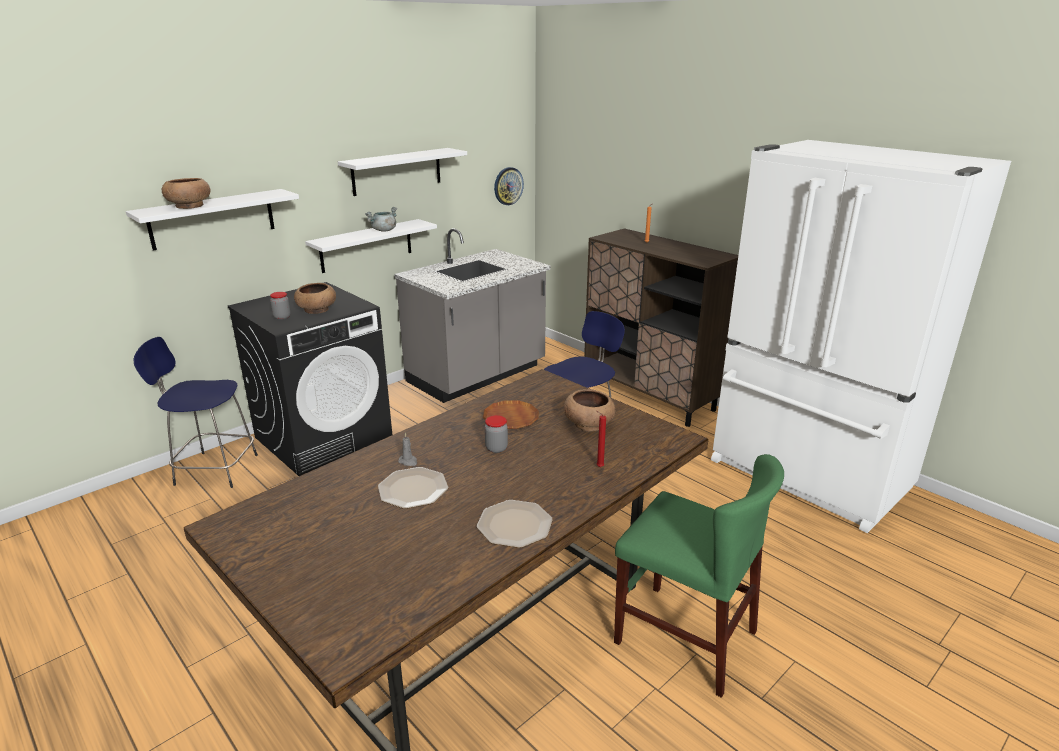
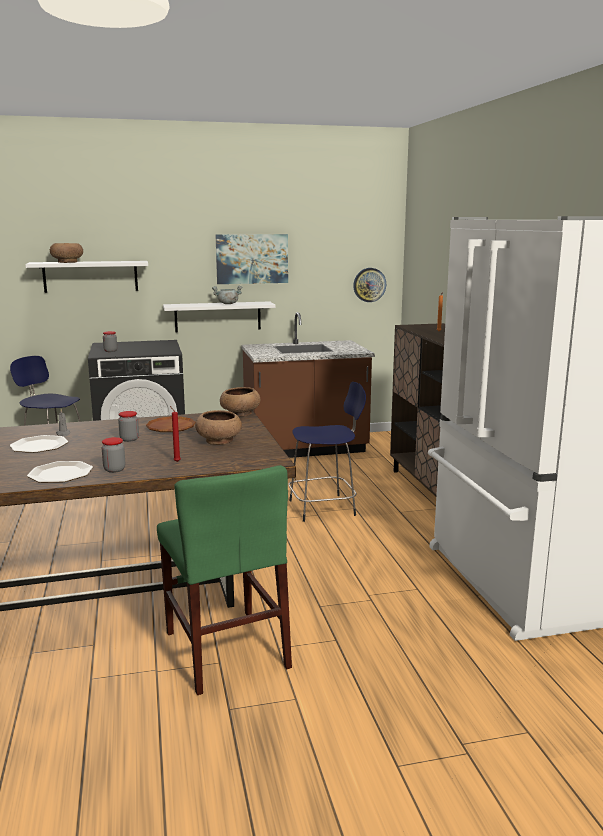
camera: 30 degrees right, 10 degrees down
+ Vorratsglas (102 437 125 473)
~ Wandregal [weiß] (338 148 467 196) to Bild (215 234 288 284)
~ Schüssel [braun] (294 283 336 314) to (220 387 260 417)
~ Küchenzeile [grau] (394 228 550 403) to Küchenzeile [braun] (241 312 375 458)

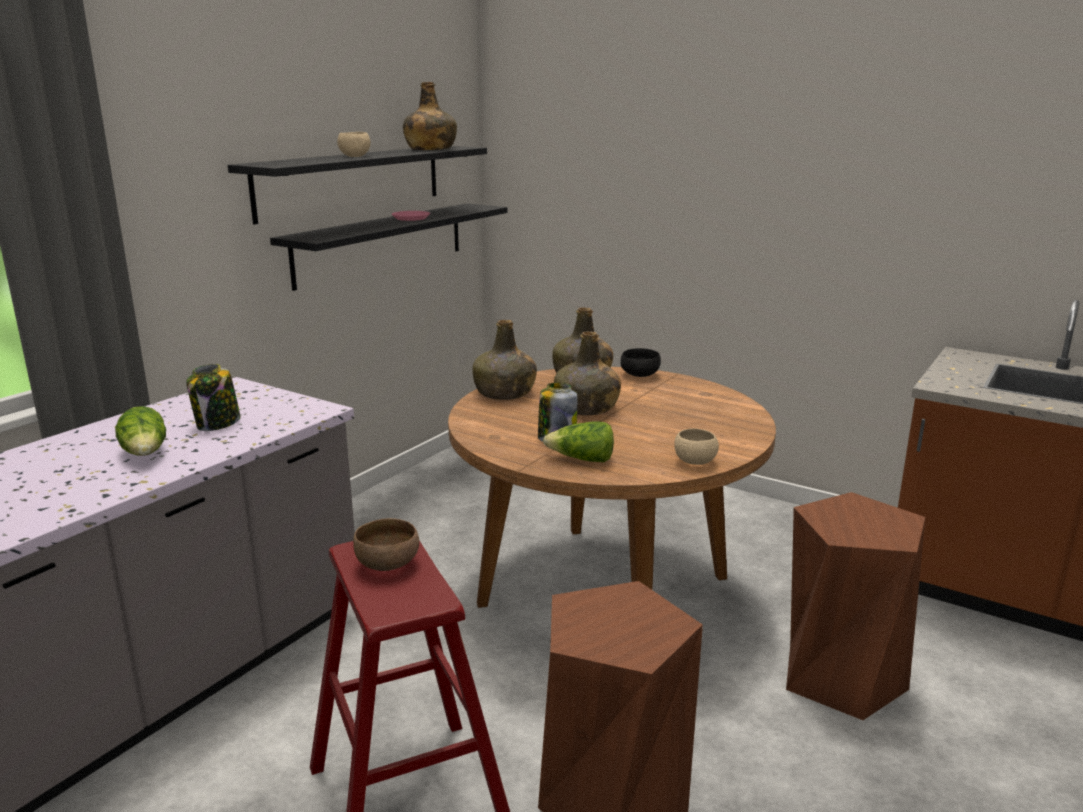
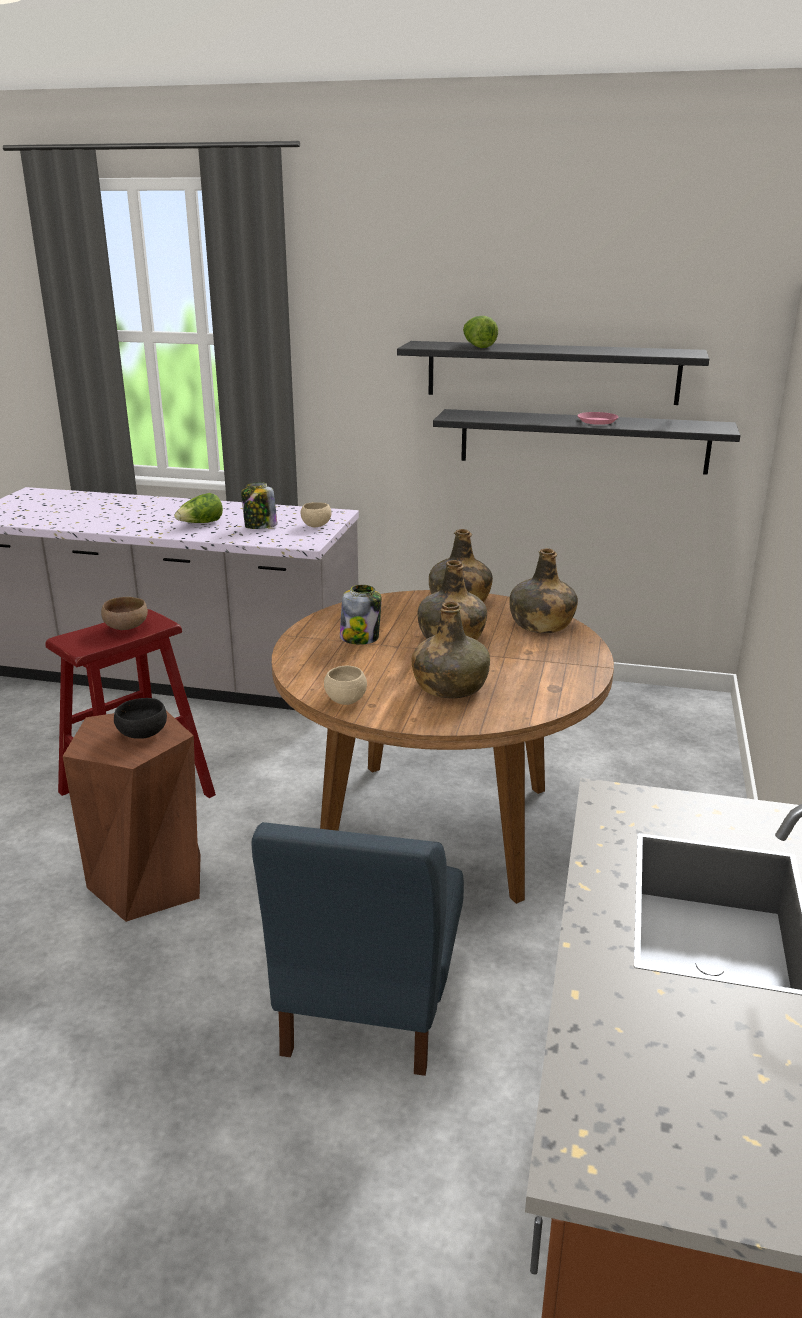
camera: 70 degrees right, 5 degrees up
~ Schüssel [schwarz] (620 348 661 377) to (114 698 167 739)
~ Hocker [braun] (786 492 925 720) to Stuhl [blau] (252 822 464 1076)
~ Schüssel [beige] (337 132 371 157) to (300 502 332 527)
~ Flasche [grün] (403 82 457 150) to (412 601 490 699)
~ Salatkopf (543 422 614 462) to (463 316 498 348)

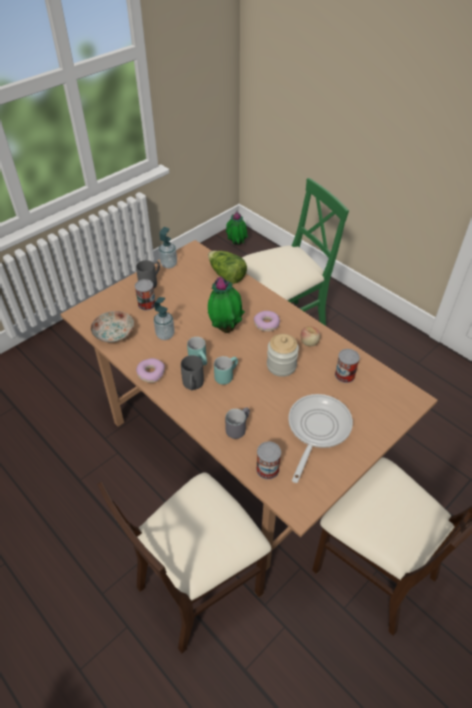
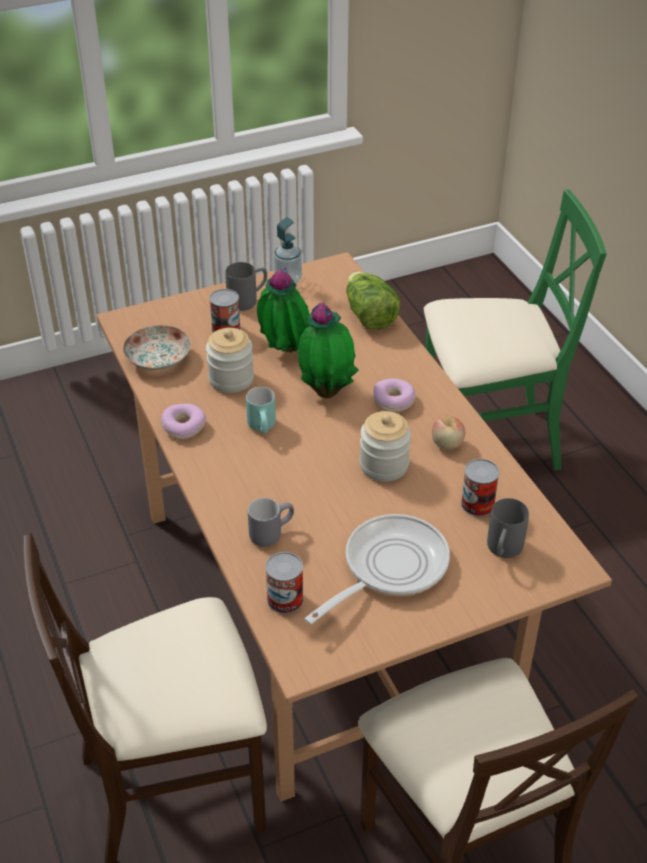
camera: 20 degrees right, 5 degrees down
~ Seifenspender (154 297 175 340) to Vorratsglas (206 328 254 393)
~ Topfpflanze (225 211 248 245) to (257 266 310 353)
~ Henkelbecher [grau] (181 355 204 390) to (487 498 529 558)
- Henkelbecher [türkis] (214 356 238 385)

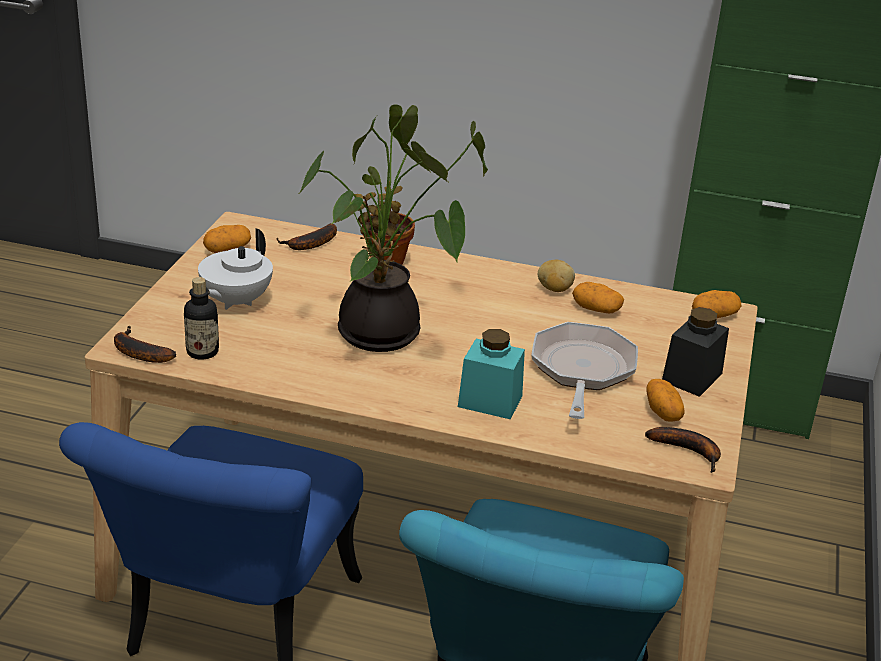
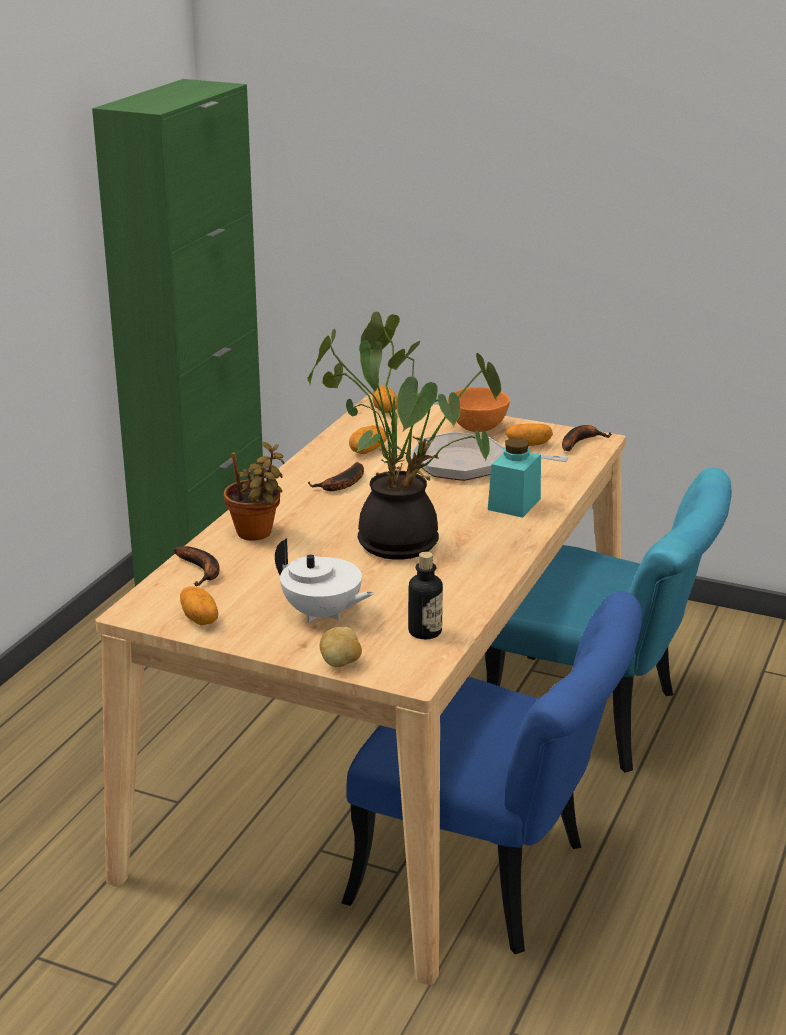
camera: 80 degrees left, 5 degrees down
~ Banane (114 326 176 363) to (308 462 364 491)
~ Kartoffel (538 260 575 292) to (320 627 362 667)
~ Vorratsglas [schwarz] (662 307 729 397) to Schüssel [orange] (448 387 510 432)

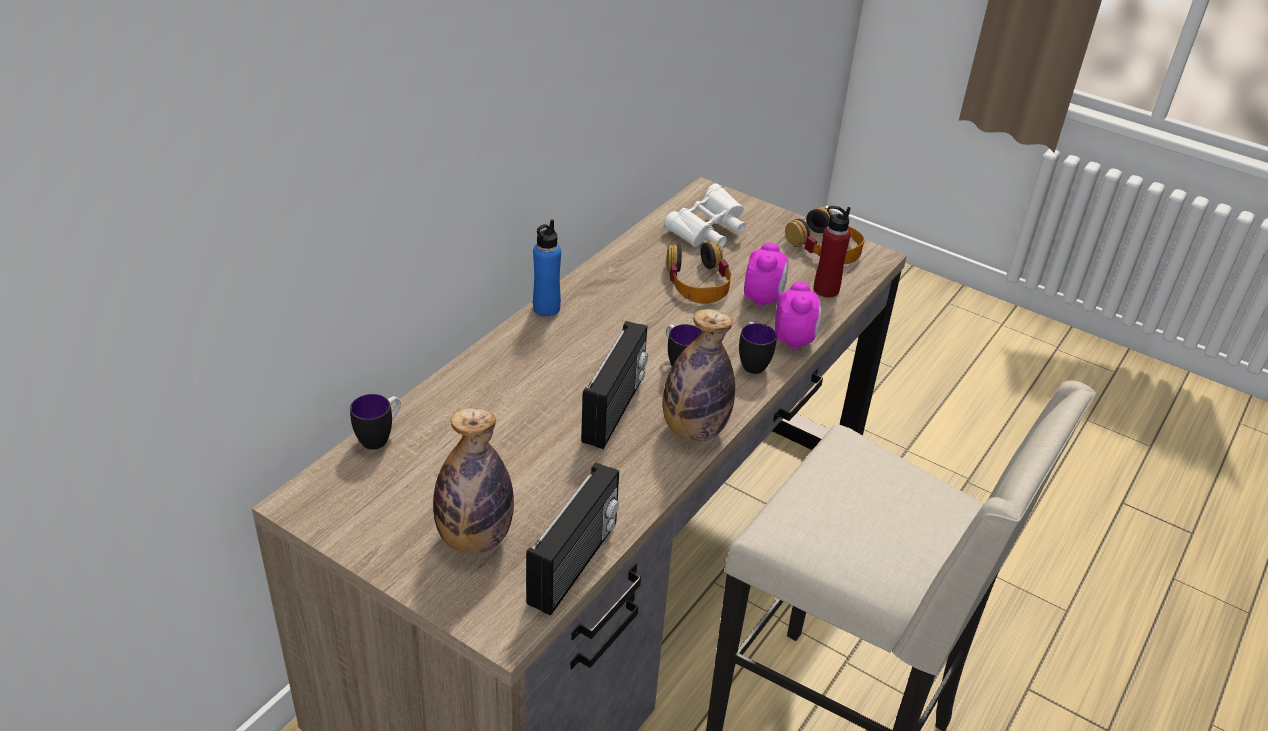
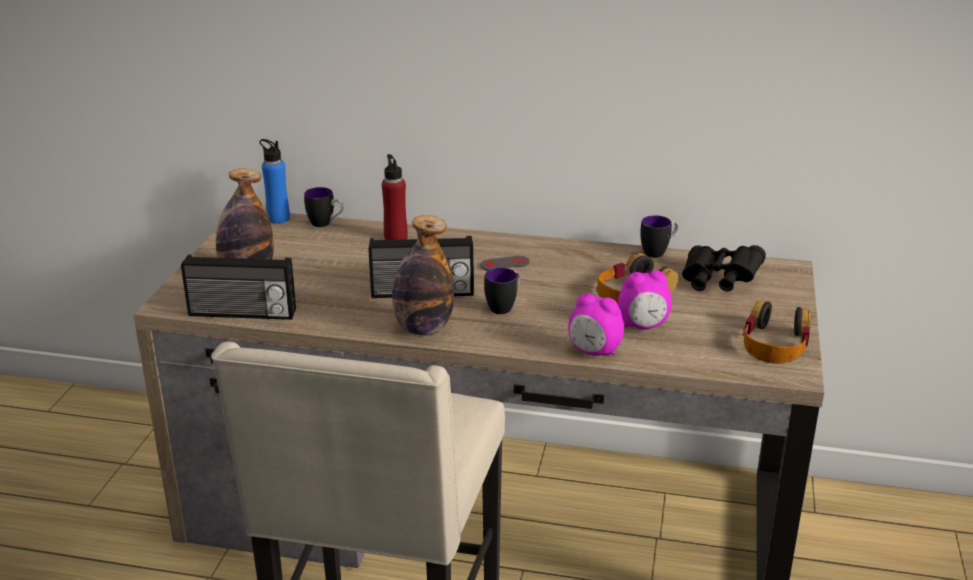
camera: 70 degrees right, 10 degrees down
~ Flasche [blau] (533 220 561 317) to (259 139 290 224)
~ Flasche [rot] (814 206 850 297) to (382 154 408 240)
+ Gamepad [grau] (480 256 530 271)
~ Wecker (775 282 821 351) = (568 293 624 356) 45 degrees clockwise
~ Henkelbecher (739 322 777 374) to (640 215 678 258)
~ Fernglas [weiß] (664 184 746 248) to Fernglas [schwarz] (682 245 766 292)

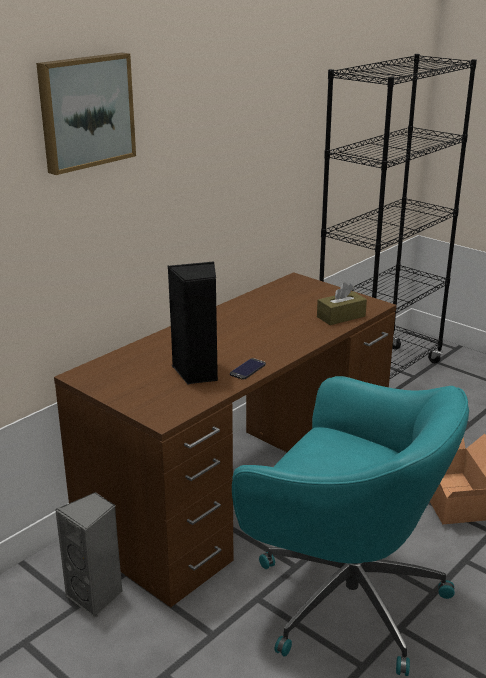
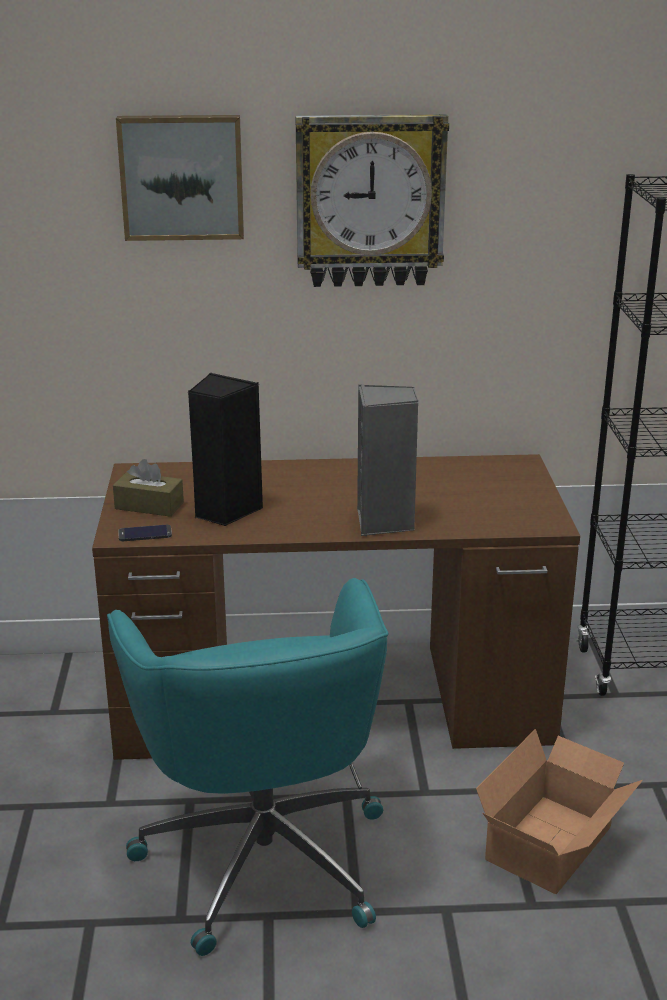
camera: 45 degrees right, 0 degrees up
~ Taschentuchbox [braun] (317 282 367 325) to (113 459 184 517)
~ Handy (230 358 266 380) to (118 525 172 541)
+ Wanduhr (296 114 449 287)
~ Lautsprecher [grau] (55 492 123 618) to (357 384 419 536)

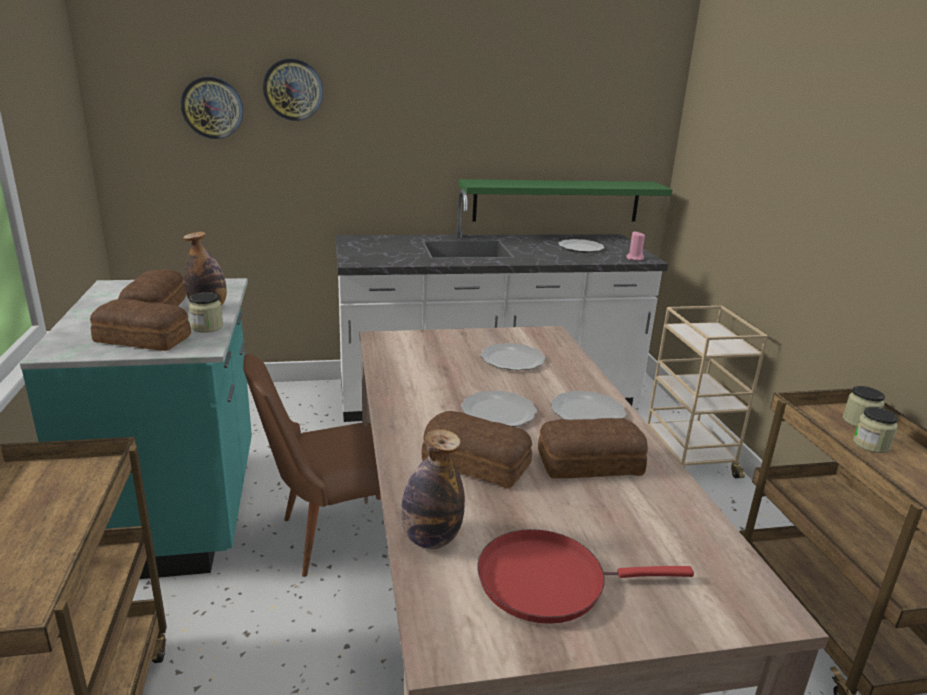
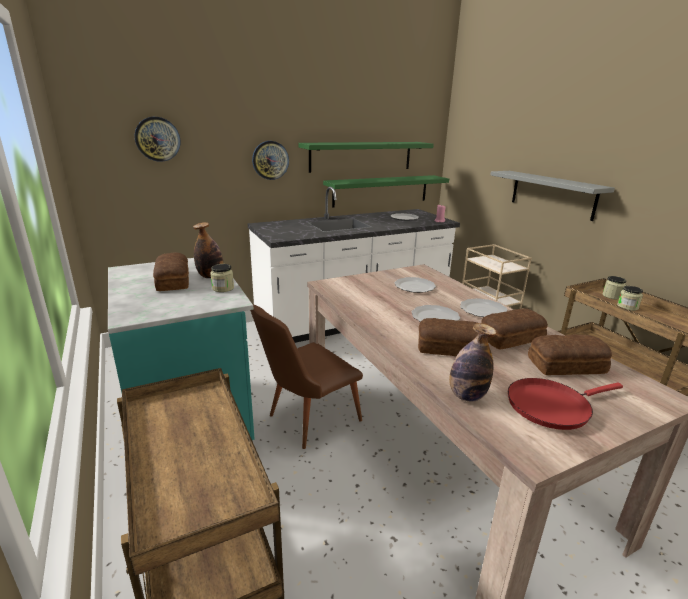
camera: 15 degrees left, 0 degrees up
~ Wanduhr (263 58 323 121) to (252 141 289 180)
+ Wandregal [grün] (299 142 434 173)
+ Wandregal [grau] (490 171 615 221)
~ Brot (90 299 191 351) to (528 335 612 375)

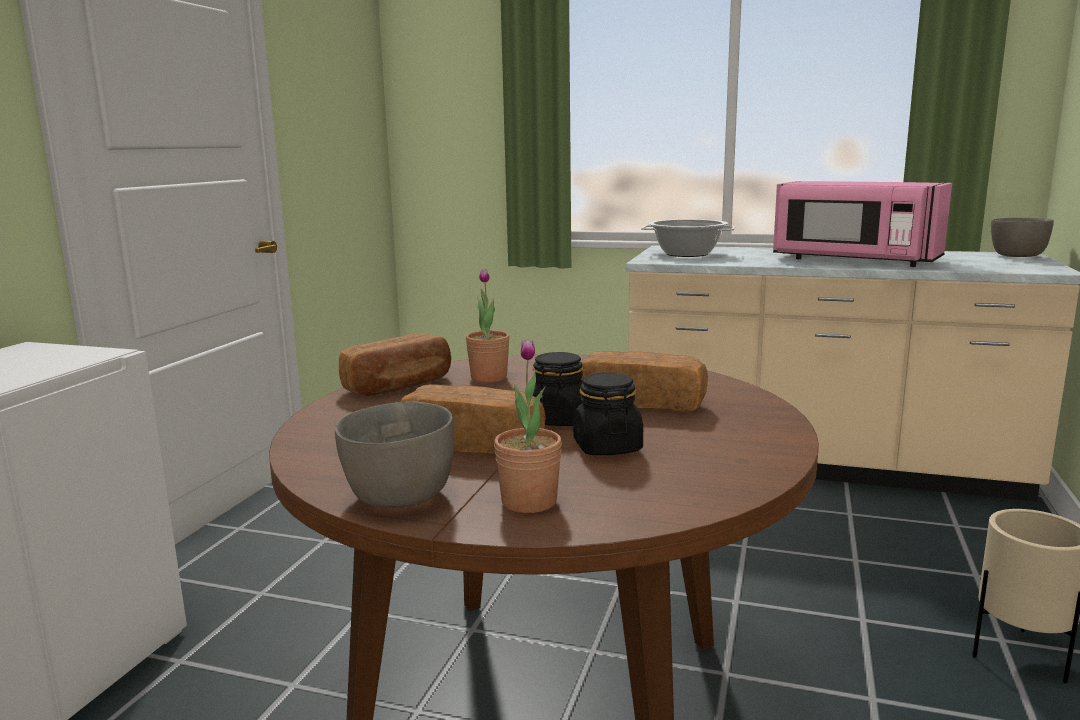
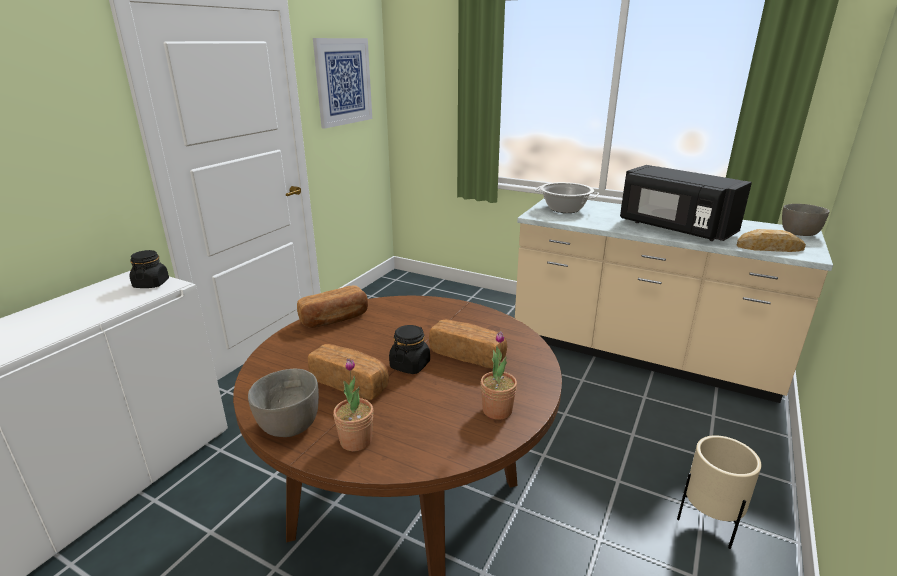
camera: 10 degrees right, 10 degrees up
~ Vorratsglas [schwarz] (573 373 643 455) to (130 250 169 288)
+ Bild (313 38 372 129)
~ Topfpflanze (466 269 510 382) to (480 331 517 420)
~ Mikrowelle [rosa] (773 181 952 267) to Mikrowelle [schwarz] (620 165 752 241)
+ Brot (736 229 806 252)

